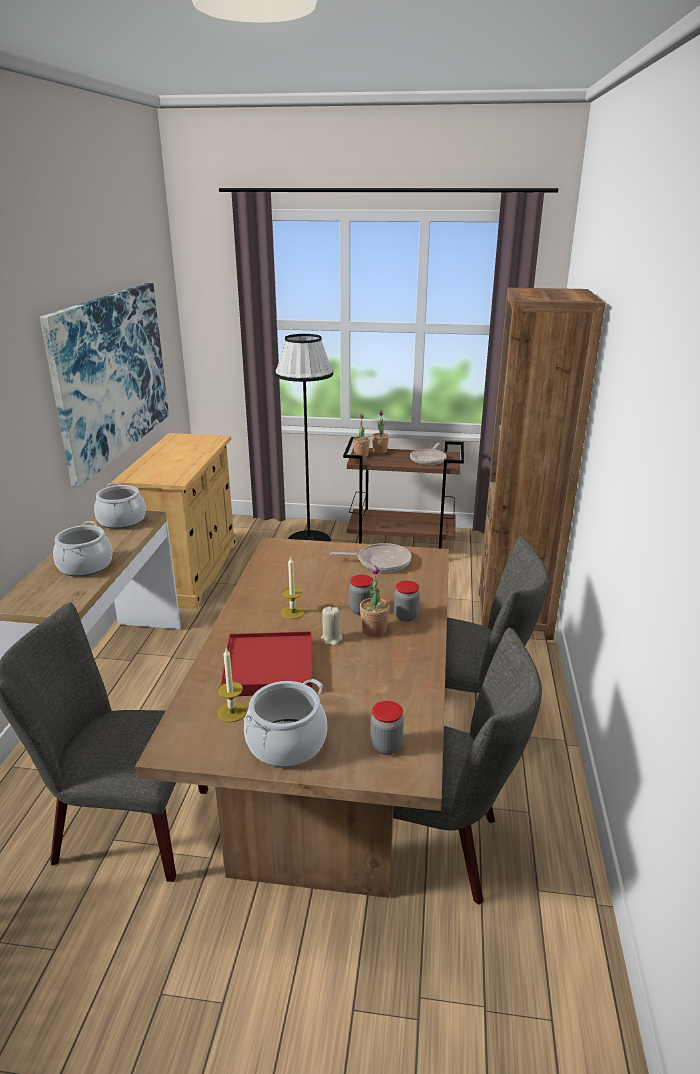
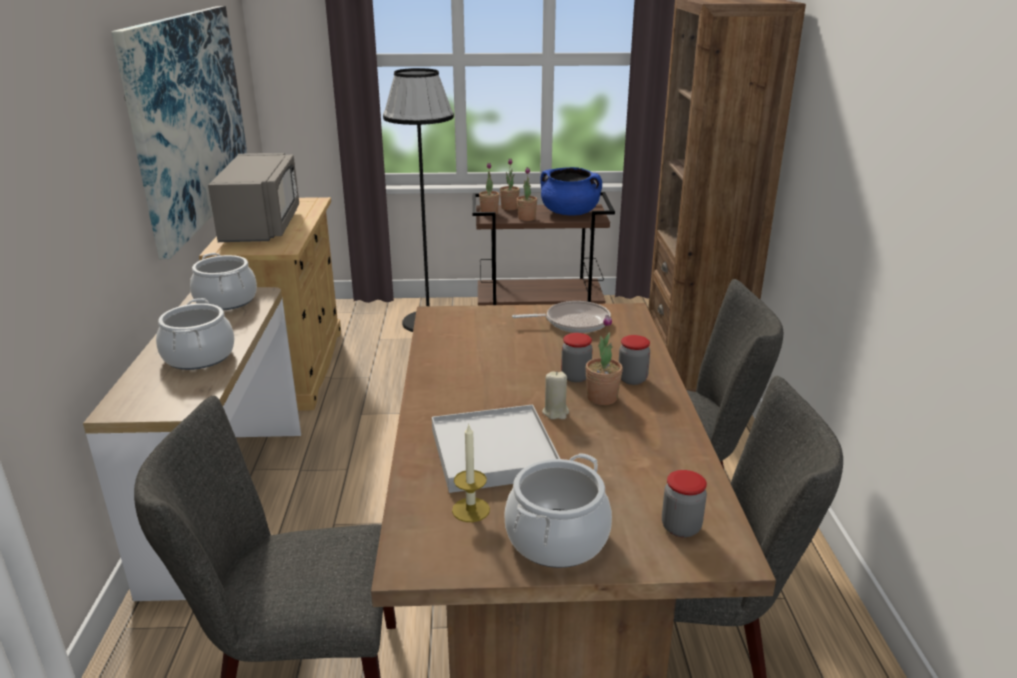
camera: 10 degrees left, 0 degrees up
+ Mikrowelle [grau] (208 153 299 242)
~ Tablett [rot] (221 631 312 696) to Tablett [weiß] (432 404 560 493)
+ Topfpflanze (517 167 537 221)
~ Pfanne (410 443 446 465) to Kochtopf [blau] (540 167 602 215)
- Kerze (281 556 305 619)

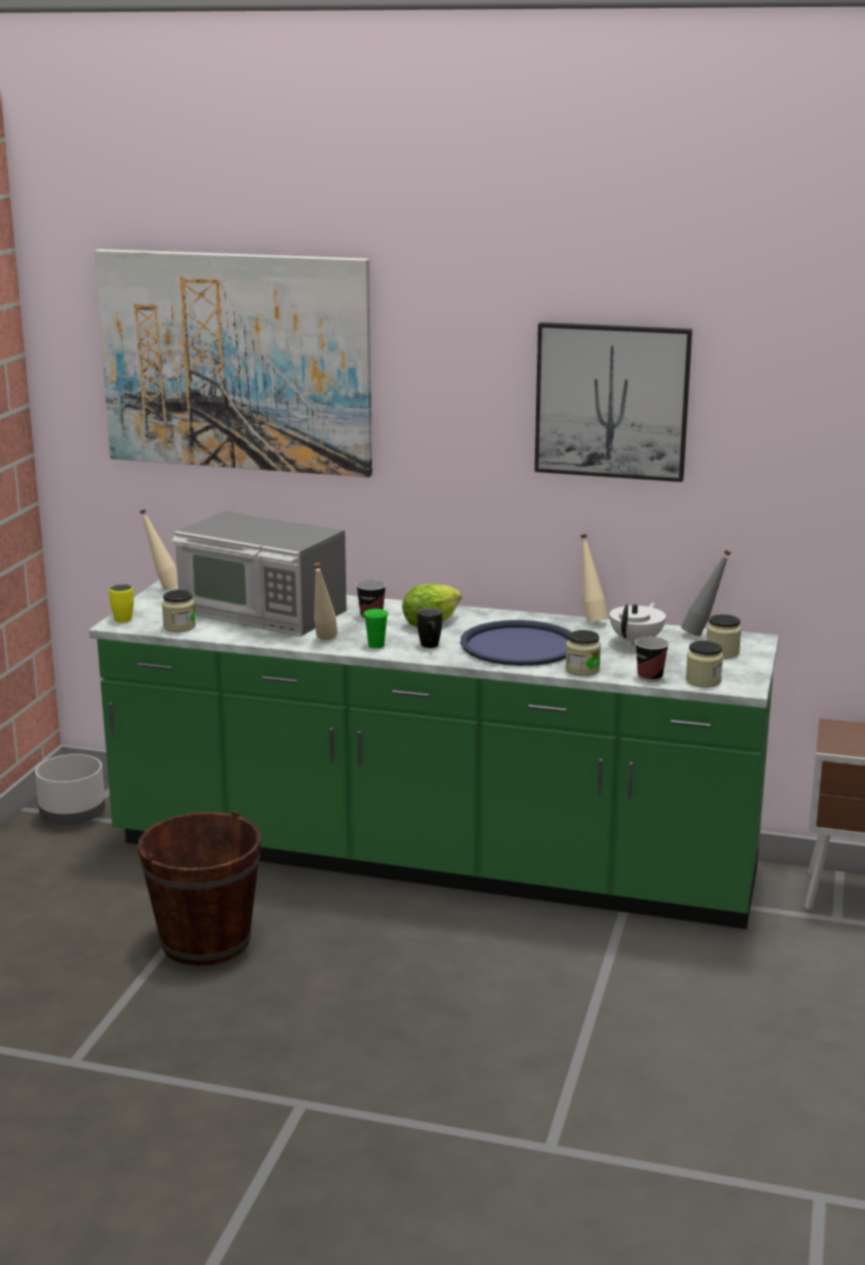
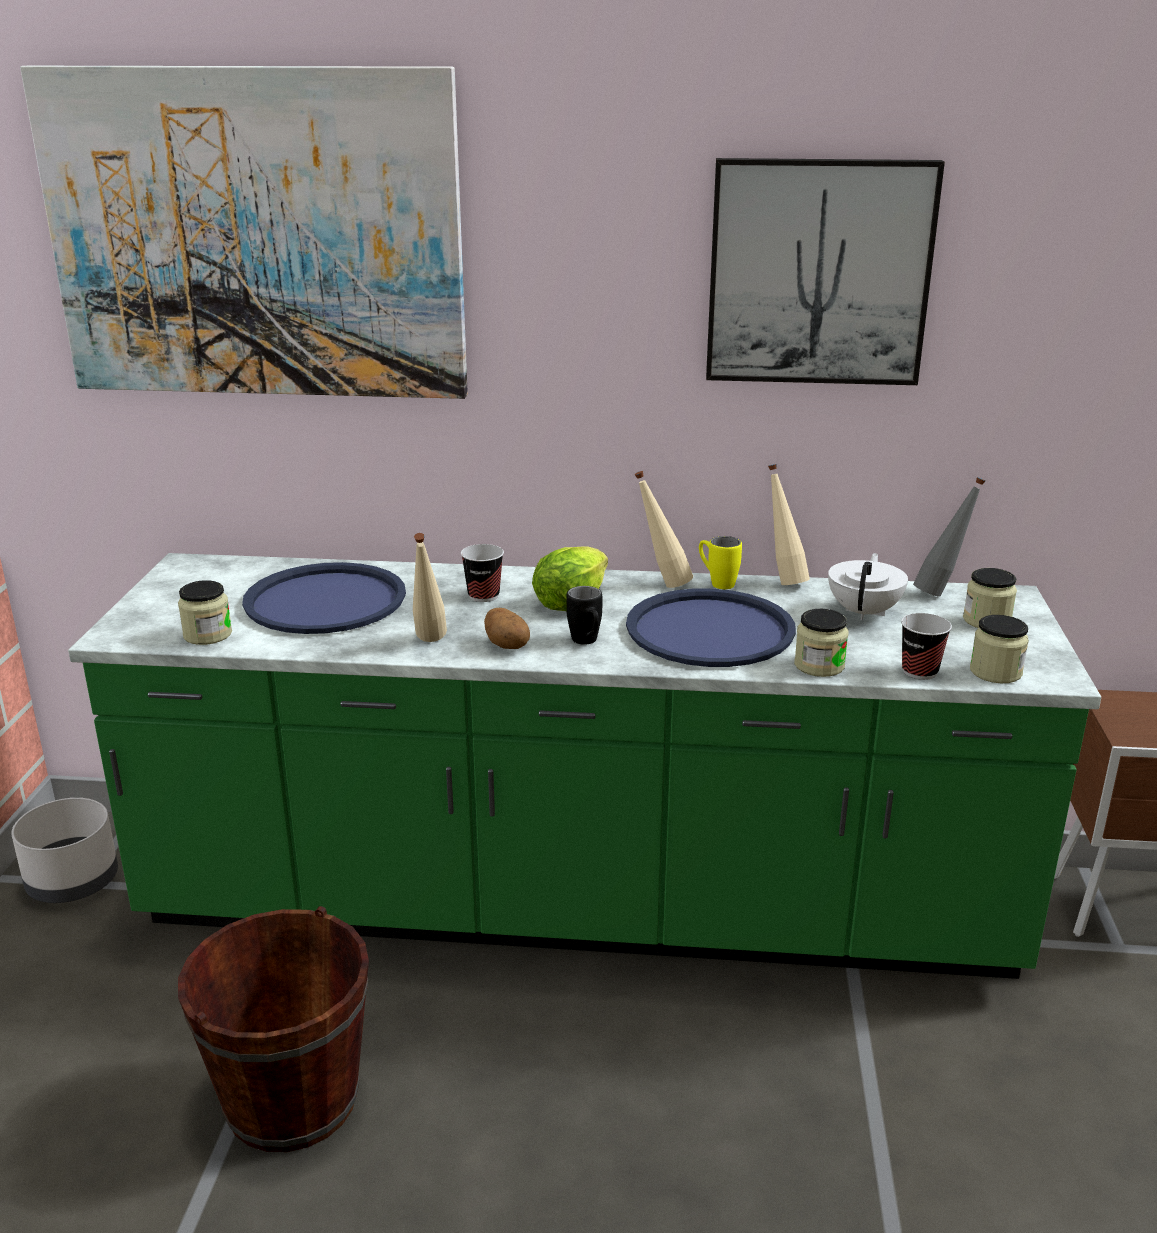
camera: 10 degrees left, 5 degrees up
~ Mikrowelle (172 511 347 636) to Tablett [blau] (242 562 406 634)
~ Tasse [grün] (363 609 388 648) to Kartoffel (484 608 530 649)
~ Flasche [beige] (140 509 178 591) to (635 471 693 588)
~ Henkelbecher [gelb] (109 584 134 623) to (699 536 742 589)

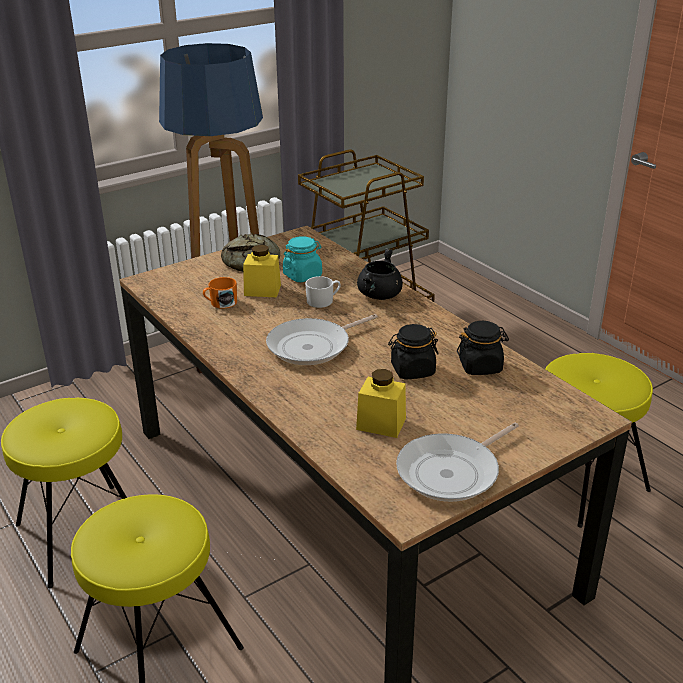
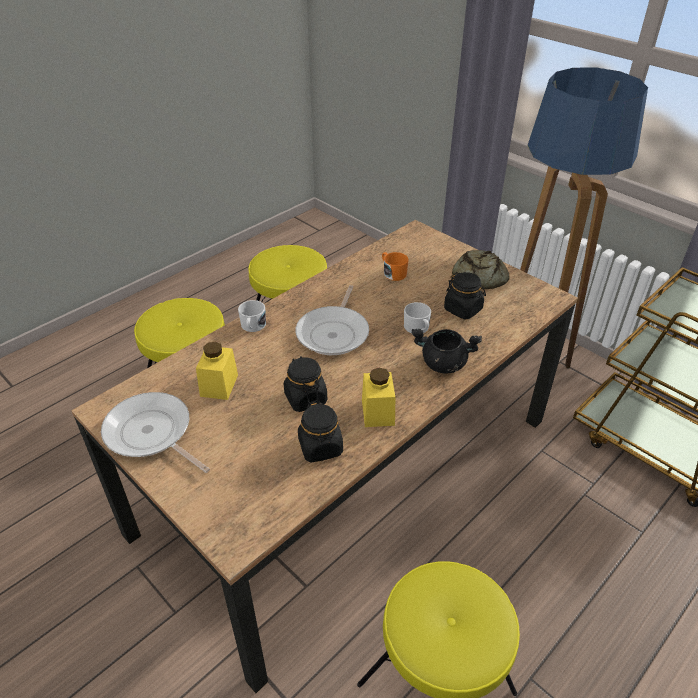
camera: 80 degrees right, 10 degrees up
+ Henkelbecher [weiß] (238 300 266 332)
~ Pfanne (266 314 378 365) = (296 285 369 355) 120 degrees counterclockwise
~ Vorratsglas [gelb] (243 245 281 297) to (362 368 395 427)
~ Vorratsglas [türkis] (283 236 322 282) to Vorratsglas [schwarz] (444 272 486 319)

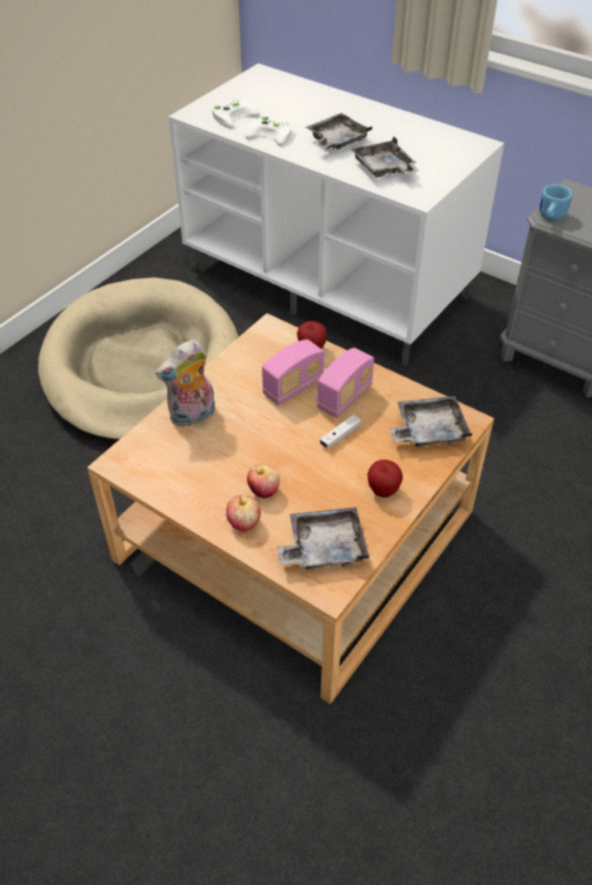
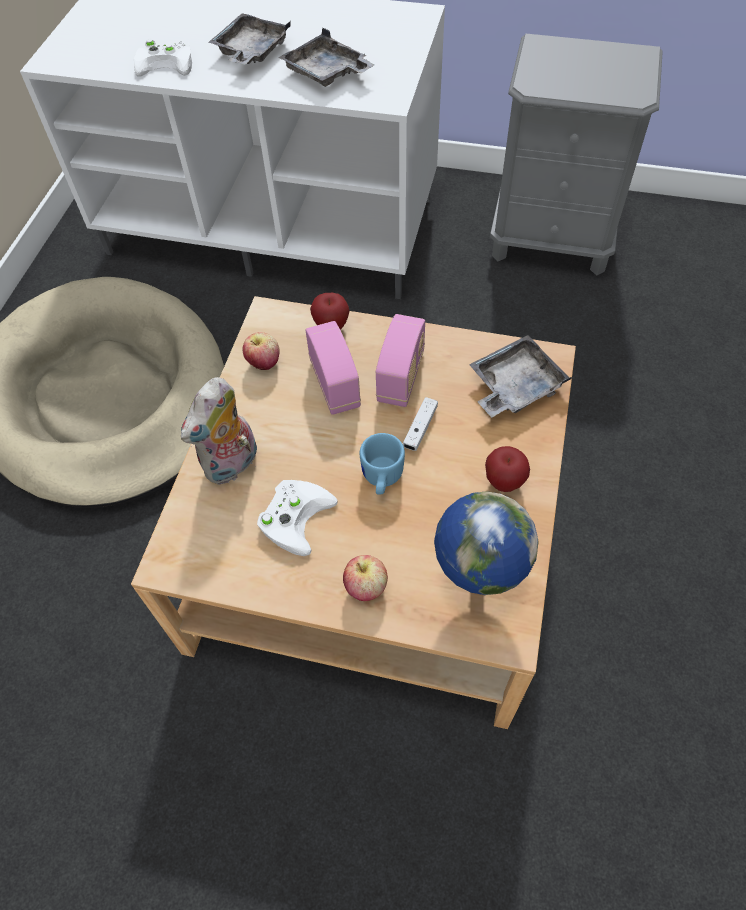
camera: 20 degrees left, 10 degrees up
~ Apfel (247 464 280 498) to (243 332 280 370)
~ Gamepad [weiß] (211 98 260 128) to (257 480 338 556)
~ Radio (262 339 324 406) = (305 321 361 415) 45 degrees counterclockwise
~ Henkelbecher [blau] (540 184 573 220) to (360 433 405 494)
~ Tablett [grau] (277 507 369 570) to Globus (434 491 539 595)

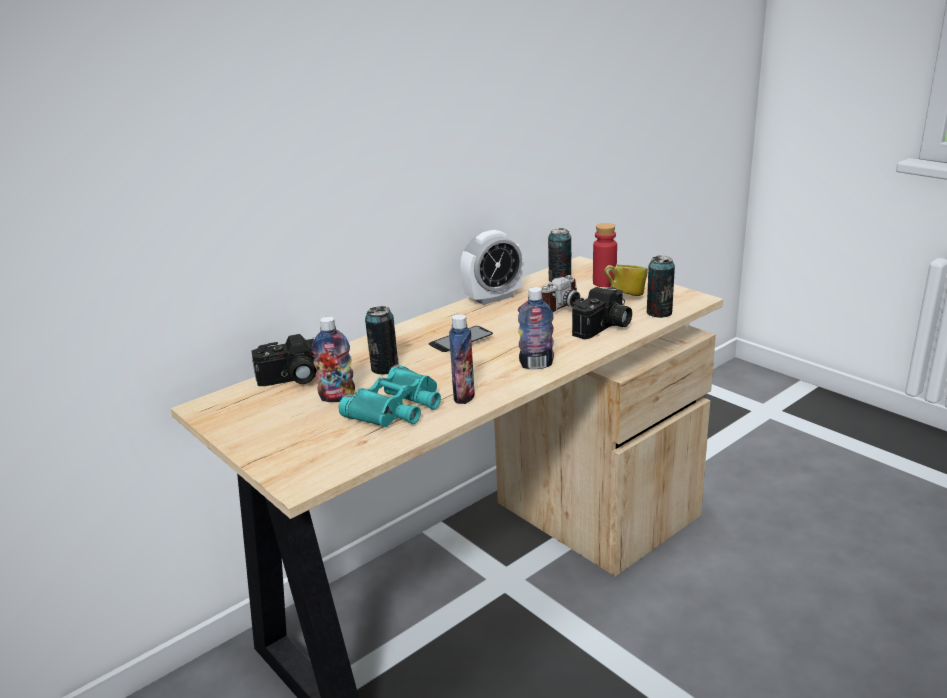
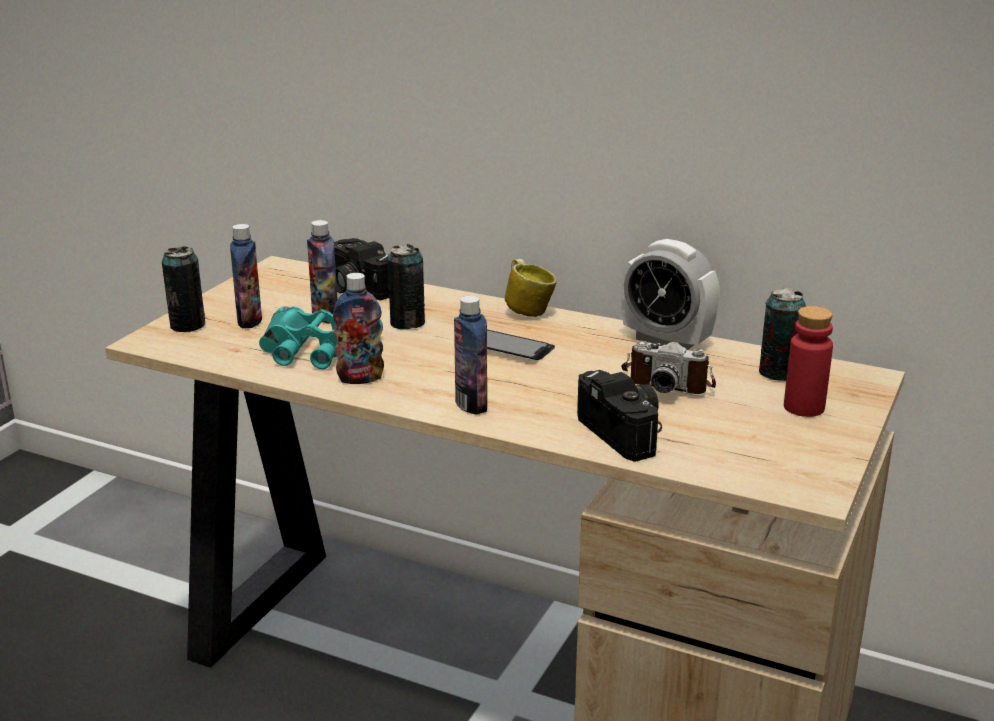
camera: 65 degrees right, 0 degrees up
~ Dose (646 255 675 318) to (162 246 206 332)
+ Flasche (230 224 262 328)
~ Henkelbecher (604 264 648 296) to (505 259 557 317)
~ Kamera (572 287 632 339) = (577 370 662 462) 135 degrees counterclockwise

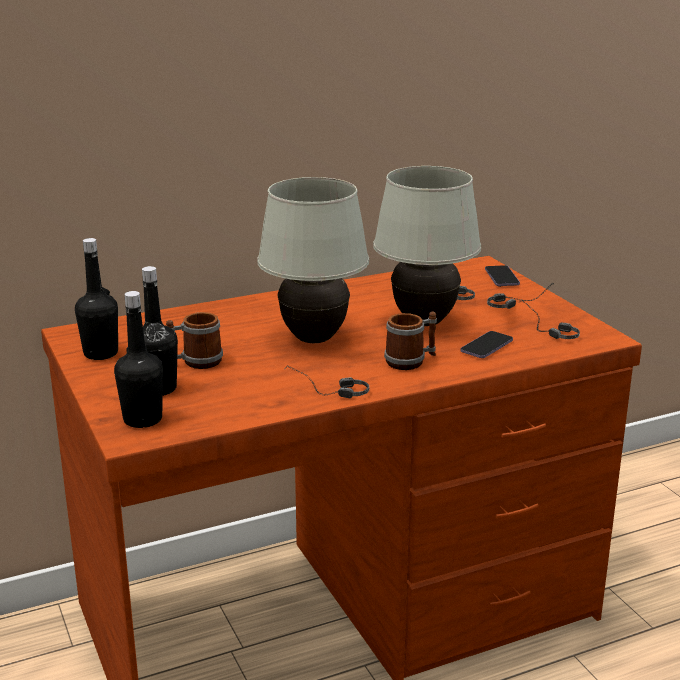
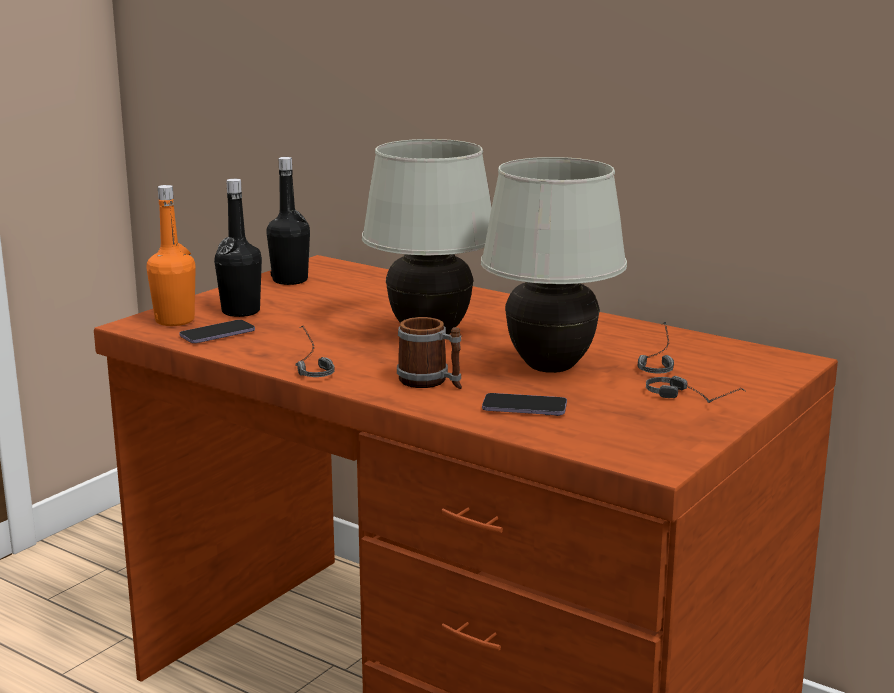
camera: 60 degrees right, 5 degrees down
~ Flasche [schwarz] (114 291 163 428) to Flasche [orange] (147 185 196 326)
~ Handy (485 265 520 287) to (179 320 255 343)
- Henkelbecher (166 312 223 369)
- Kopfhörer (520 300 580 339)

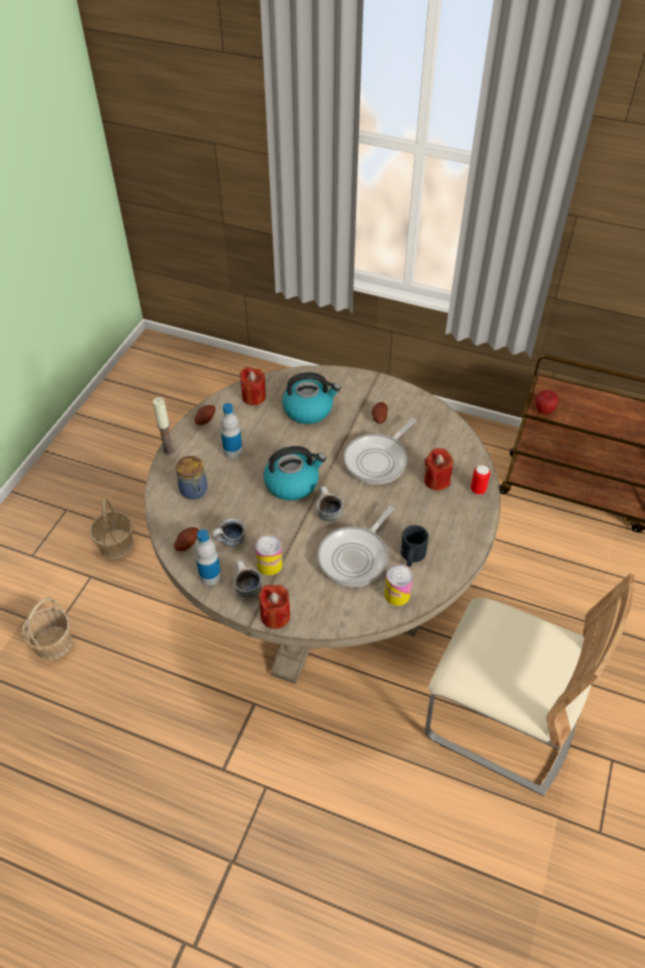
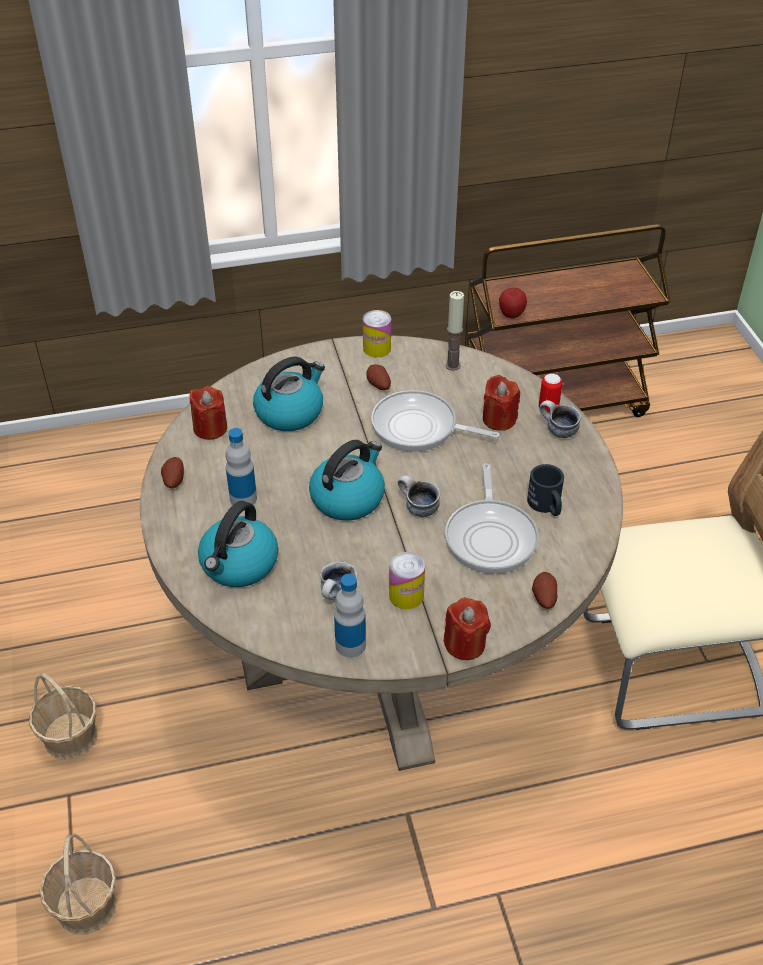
camera: 35 degrees left, 5 degrees down
~ Vorratsglas (176 456 208 500) to Wasserkessel (198 501 278 587)
~ Dose (384 564 413 606) to (363 310 391 358)
~ Pfanne (344 418 416 485) = (371 390 500 452) 105 degrees clockwise
~ Kerze (153 397 175 455) to (446 291 464 371)
~ Kartoffel (174 527 199 551) to (532 572 557 609)
~ Henkelbecher (234 560 262 598) to (540 400 581 438)

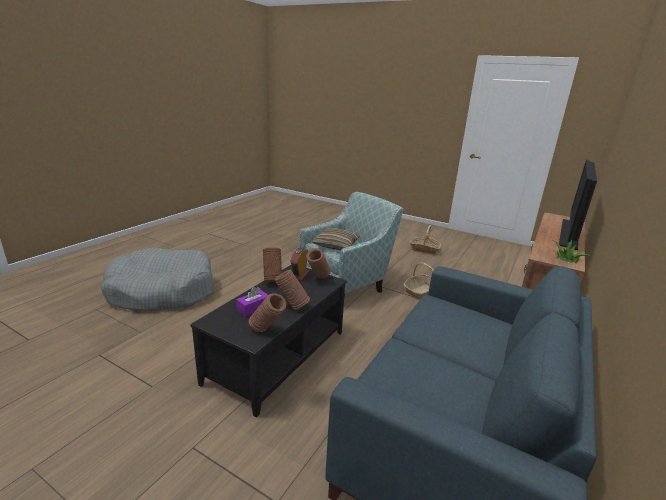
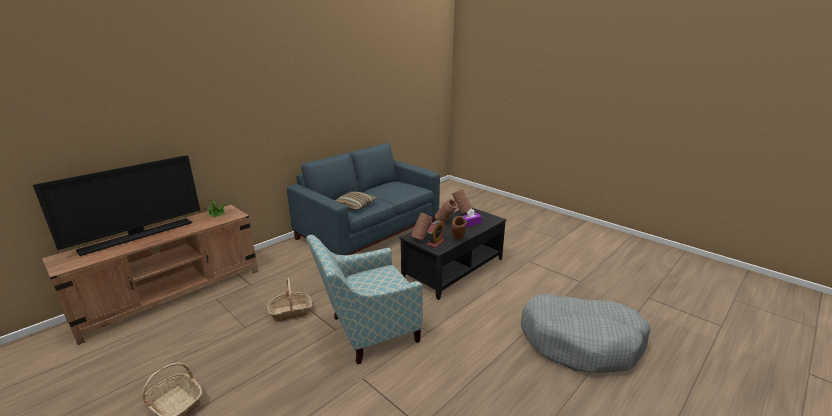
camera: 165 degrees left, 0 degrees up
~ Kissen (312 228 360 250) to (335 192 377 210)

